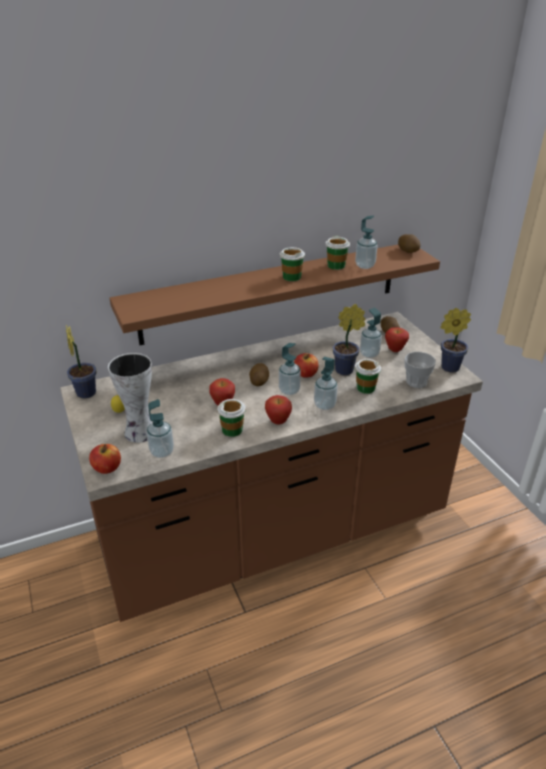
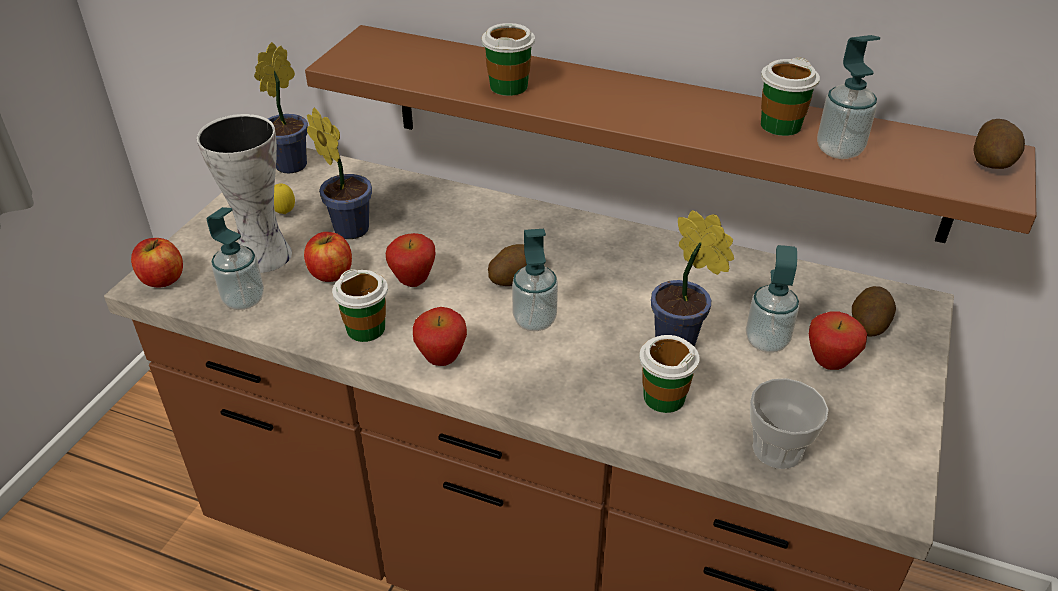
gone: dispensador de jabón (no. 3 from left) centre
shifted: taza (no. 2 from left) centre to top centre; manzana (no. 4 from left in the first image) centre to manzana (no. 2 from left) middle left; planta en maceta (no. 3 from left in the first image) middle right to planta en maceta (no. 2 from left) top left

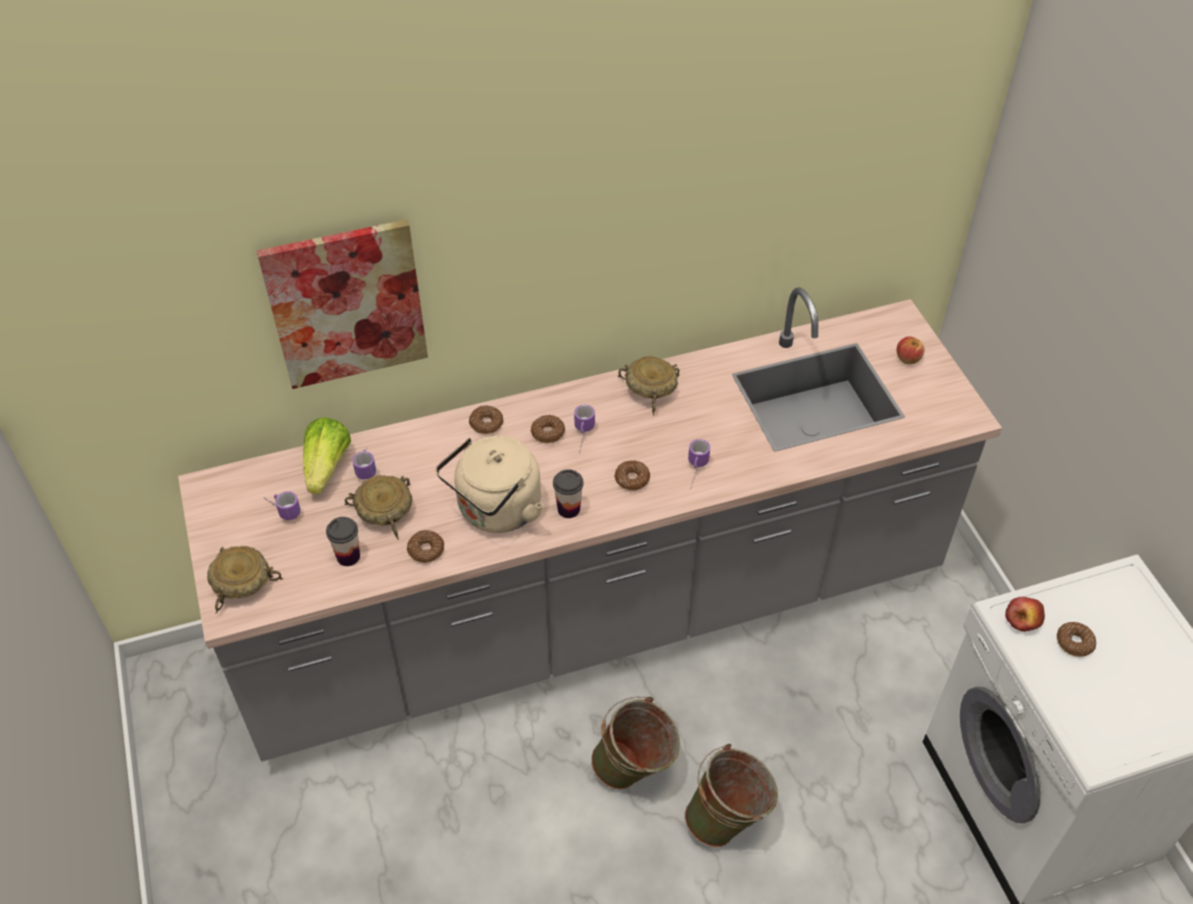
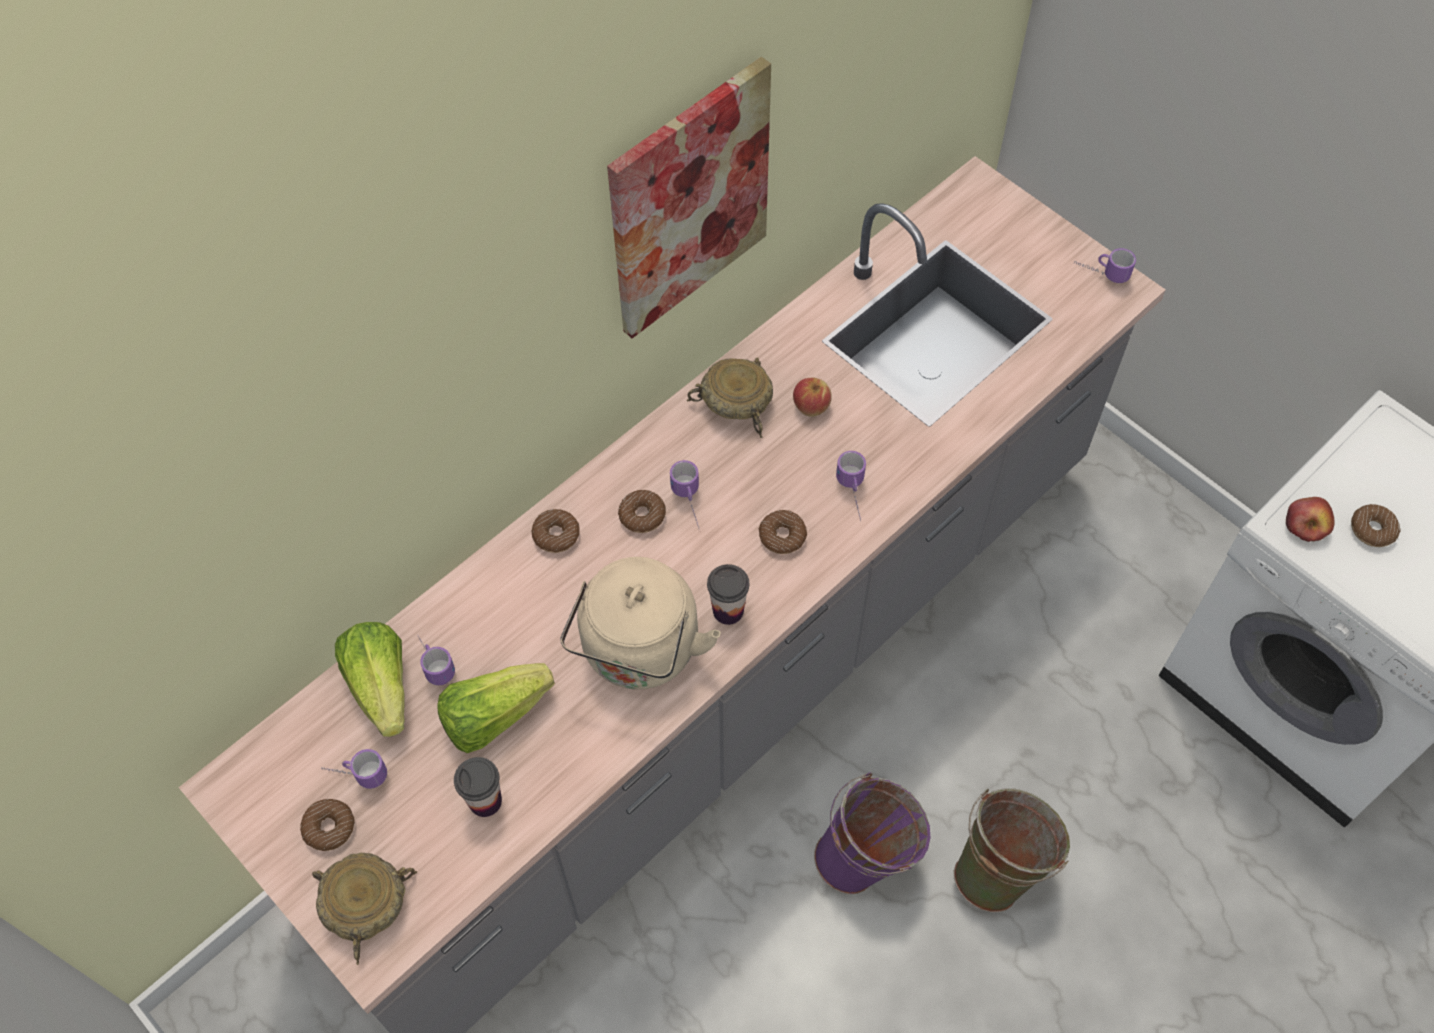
new: taza grande (no. 5 from left) top right
shifted: cuadro middle left to top centre; rosquilla (no. 1 from left) centre to bottom left; manzana (no. 1 from left) middle right to centre
swapped: cuenco (beis) (no. 2 from left) middle left to lechuga (no. 2 from left) bottom centre
repainted: cubo (verde) (no. 1 from left) bottom centre to cubo (morado) bottom centre

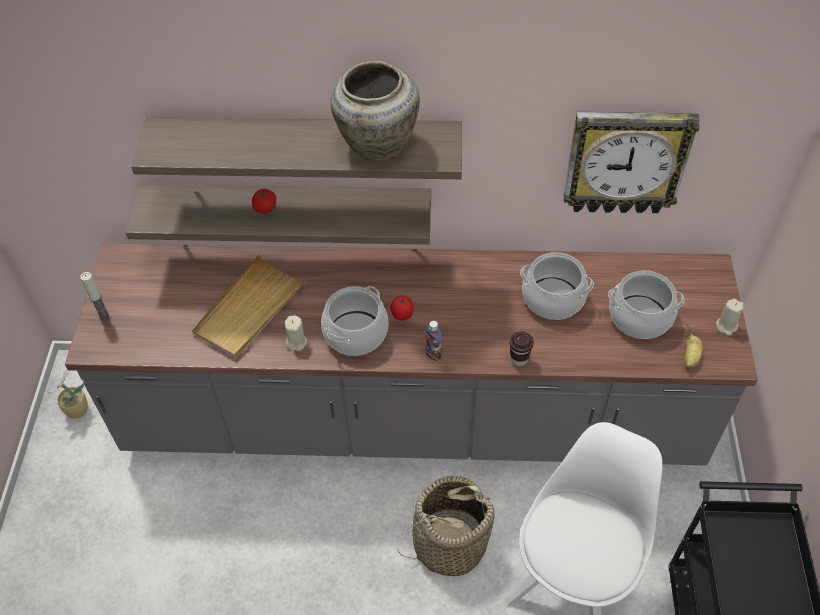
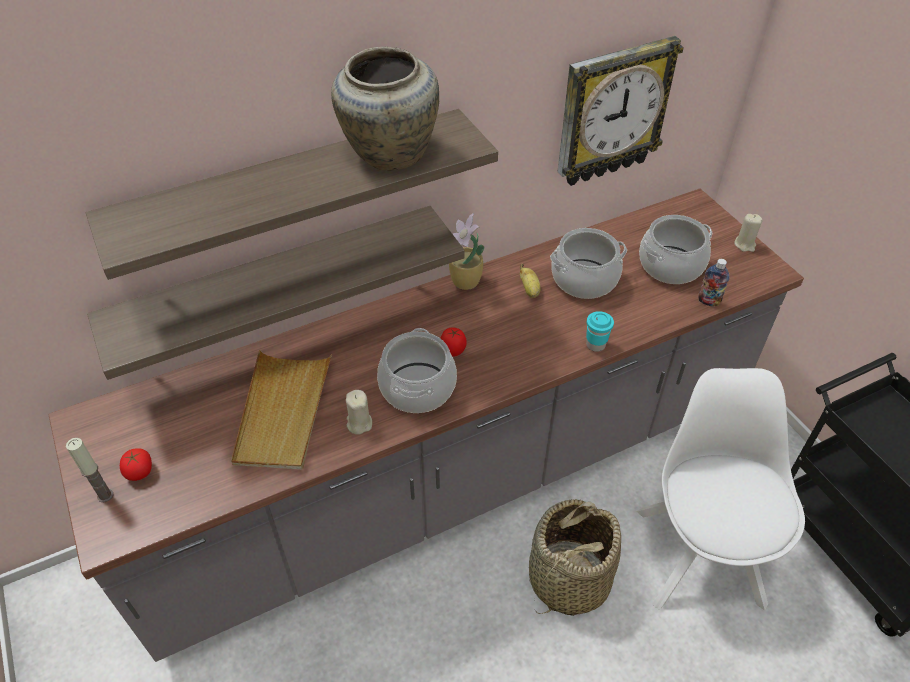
shifted: planta en maceta middle left to centre; tomate (no. 1 from left) top left to bottom left; botella centre to middle right; plátano middle right to centre
repainted: taza (marrón) centre to taza (turquesa) centre

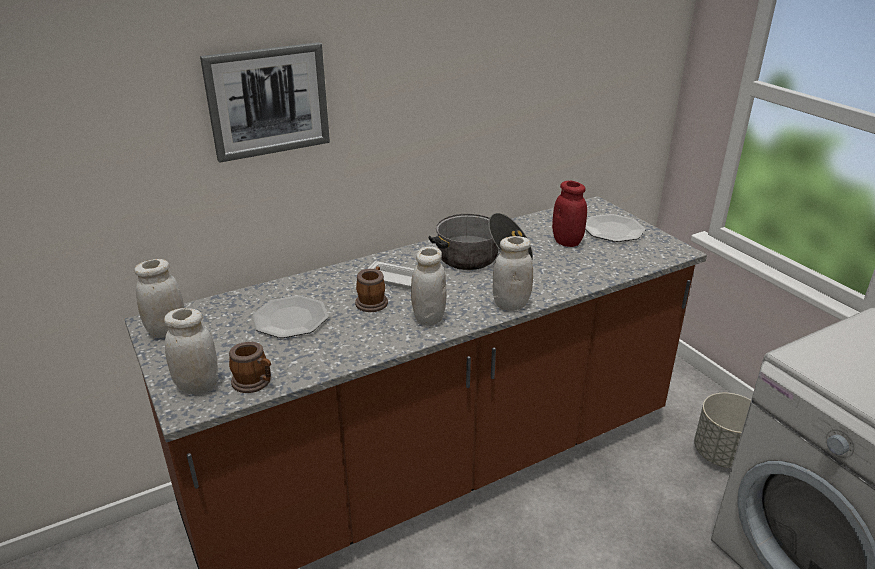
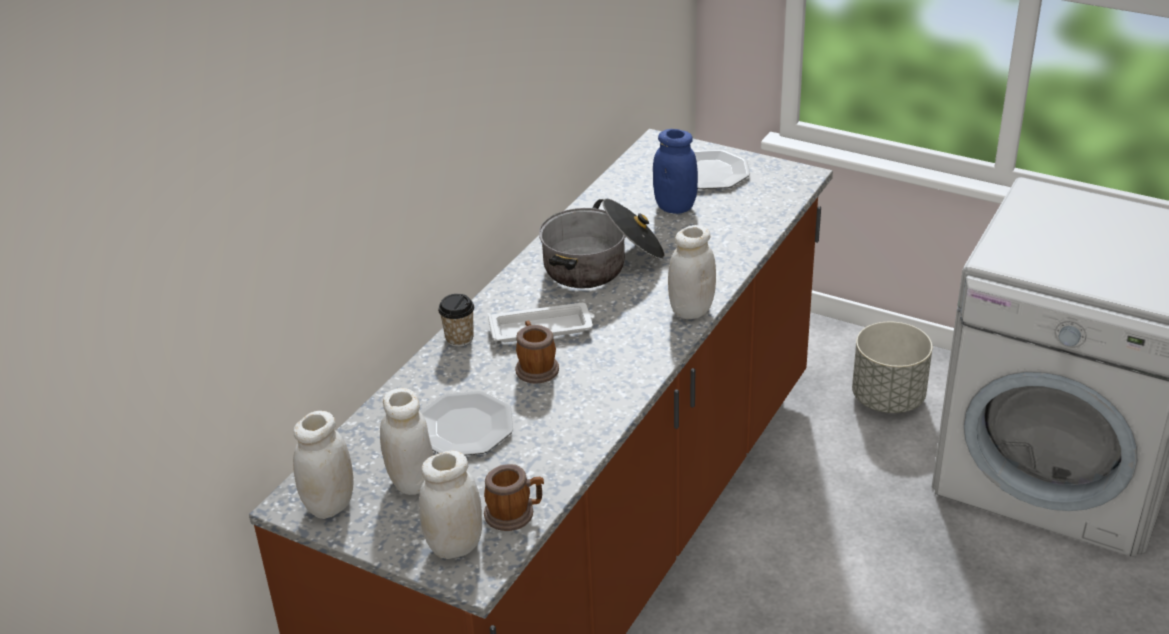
gone: cuadro top left
new: taza centre
shifted: tarro (blanco) (no. 3 from left in the first image) centre to tarro (blanco) (no. 2 from left) bottom centre
repainted: tarro (rojo) centre to tarro (azul) top centre

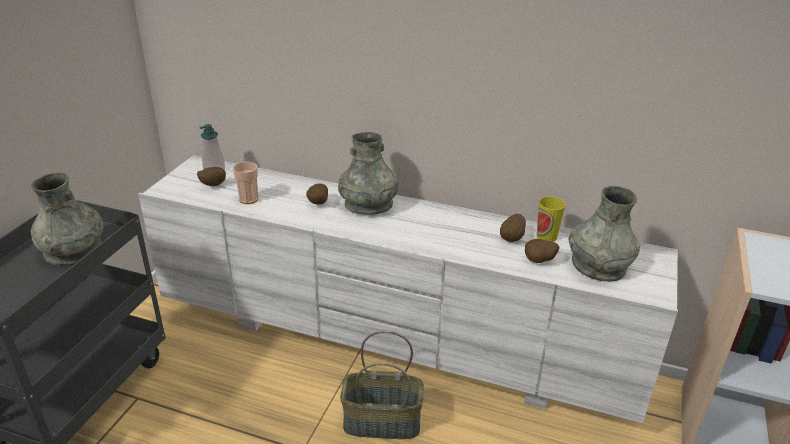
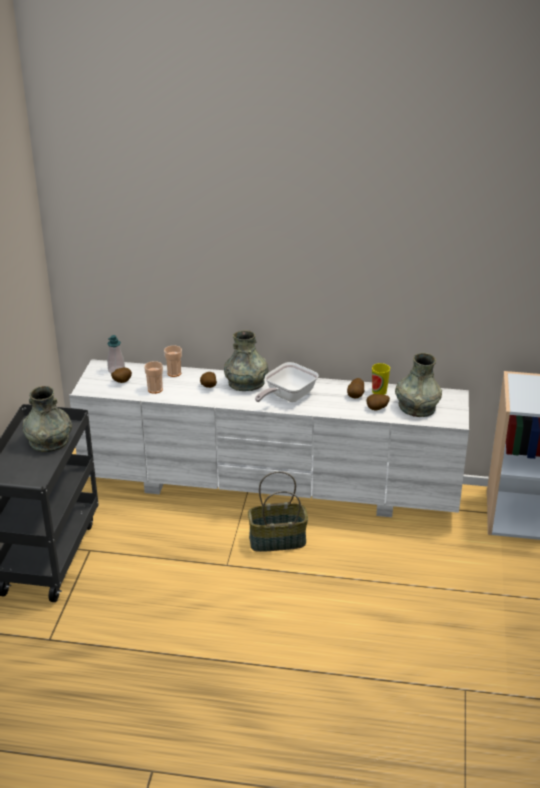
new: taza (no. 2 from left) middle left; sartén centre

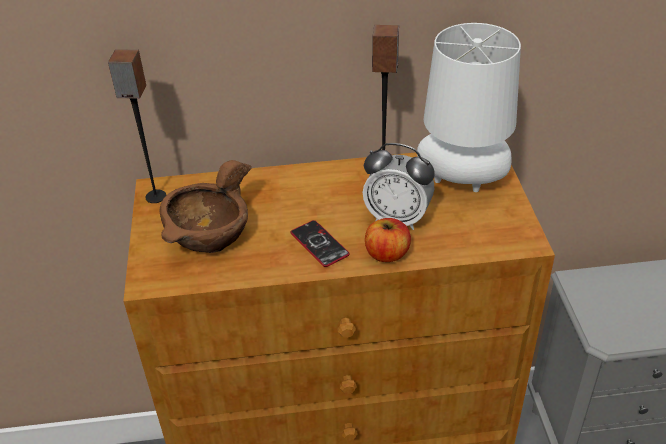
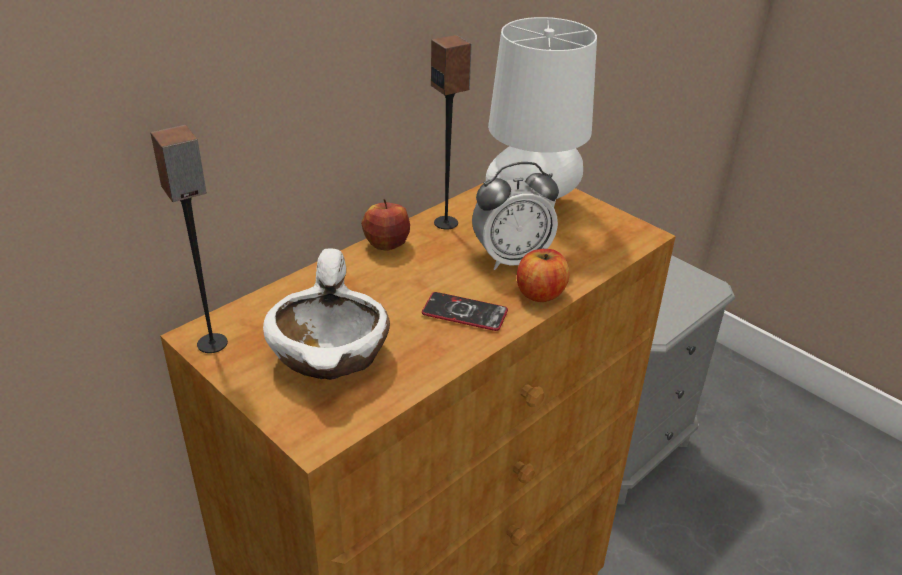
new: manzana (no. 1 from left) centre
repainted: cuenco (marrón) middle left to cuenco (blanco) centre

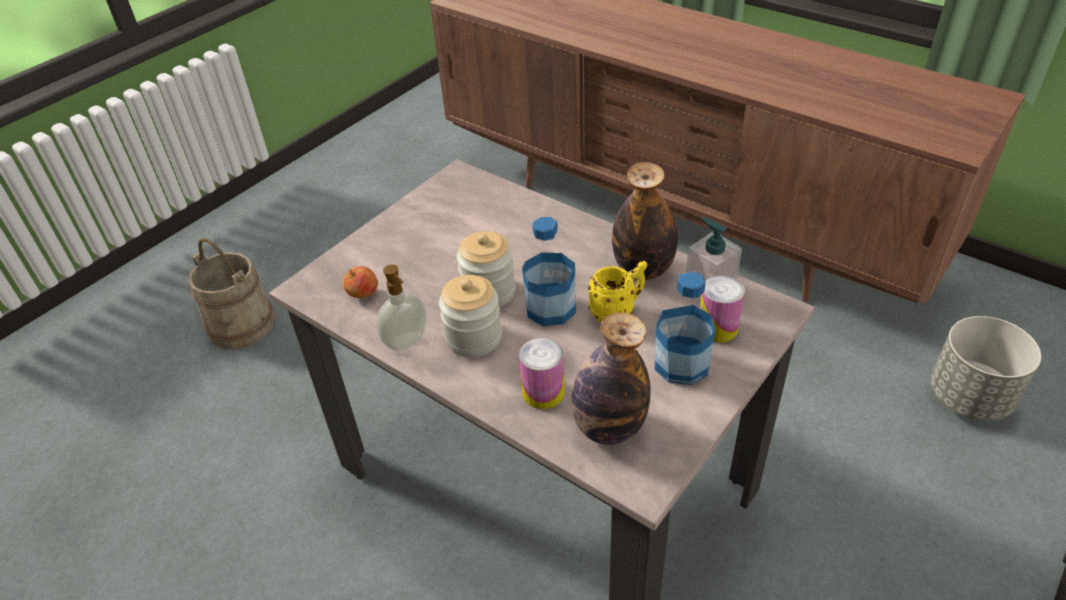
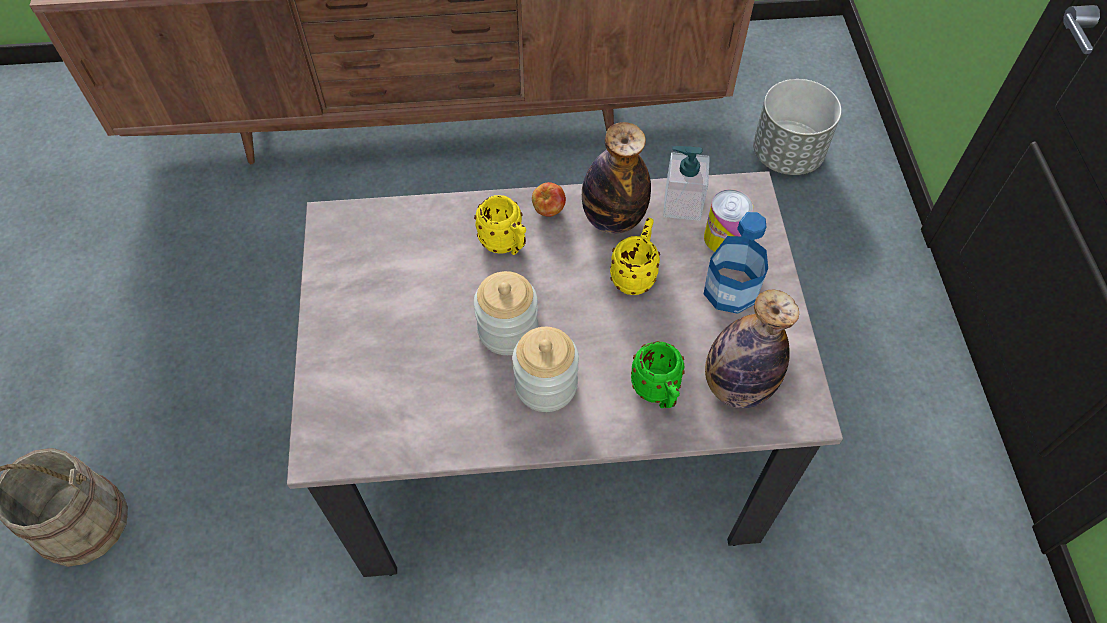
gone: dispensador de jabón (no. 1 from left) centre; botella (no. 1 from left) centre
new: taza grande (amarillo) (no. 1 from left) centre
shifted: manzana centre to top centre
swapped: lata (no. 1 from left) centre to taza grande (verde) centre

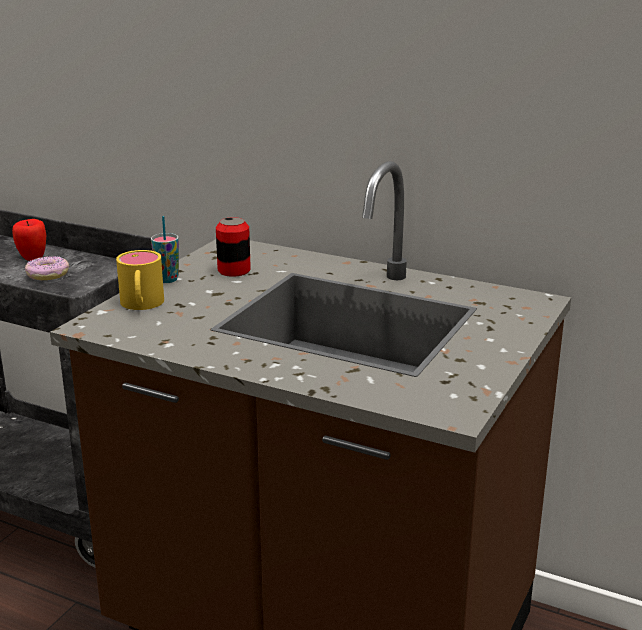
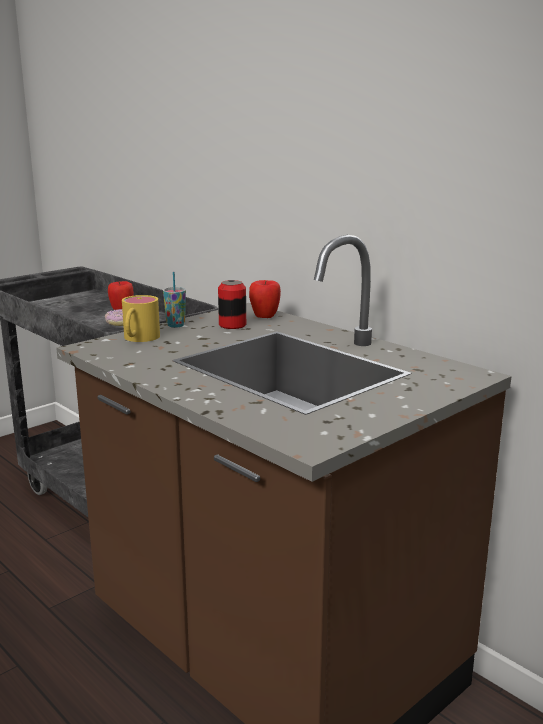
new: manzana (no. 2 from left) centre

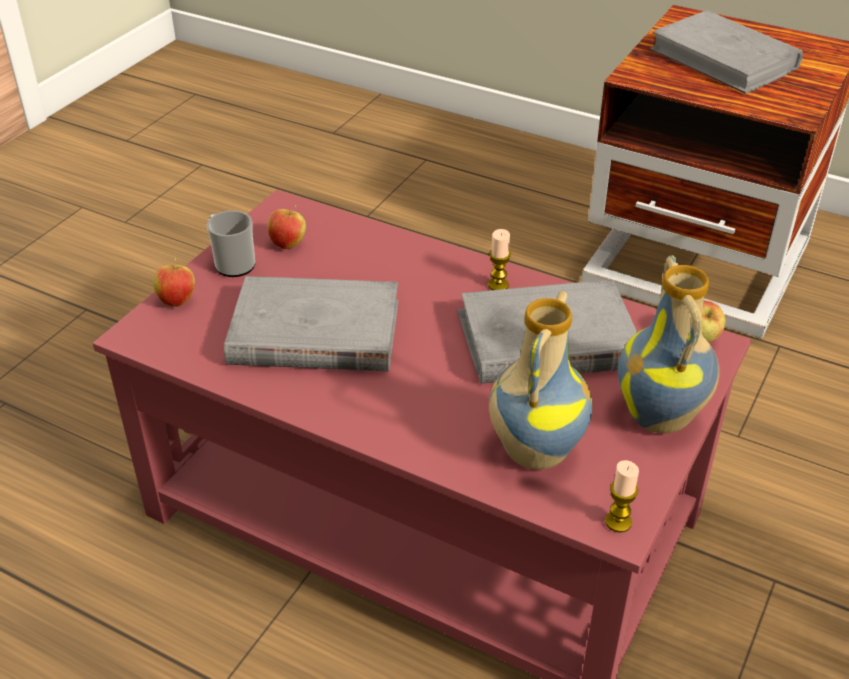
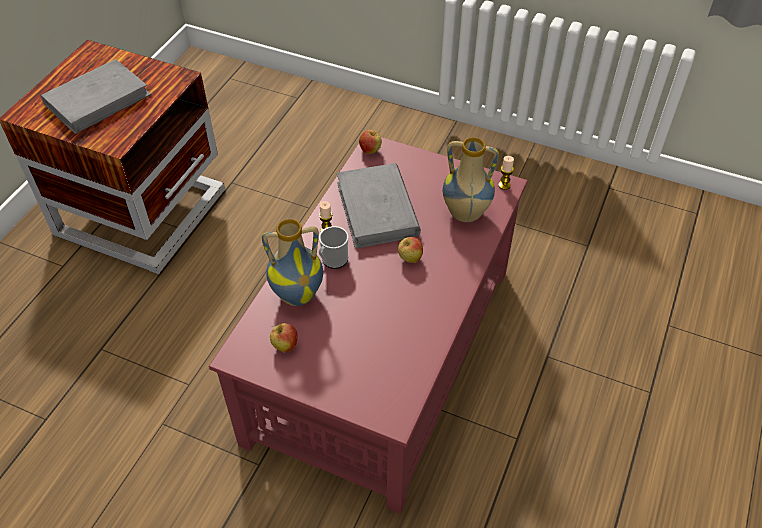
gone: libro (gris) (no. 1 from left) centre
shifted: manzana (no. 1 from left in the first image) middle left to manzana (no. 3 from left) centre; taza grande middle left to centre; florero (no. 2 from left in the first image) middle right to florero (no. 1 from left) centre

